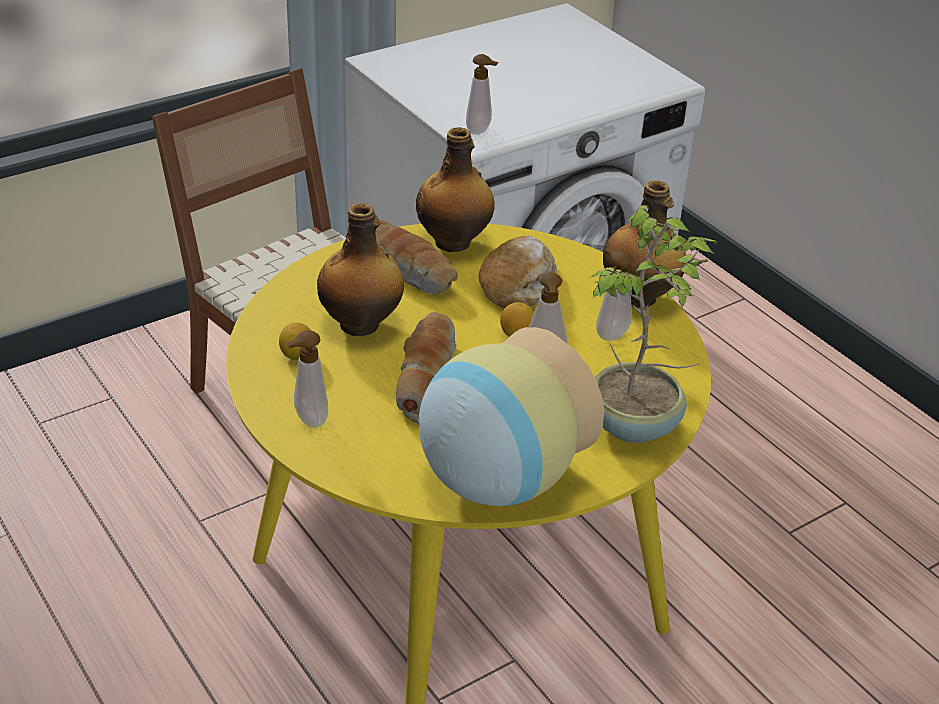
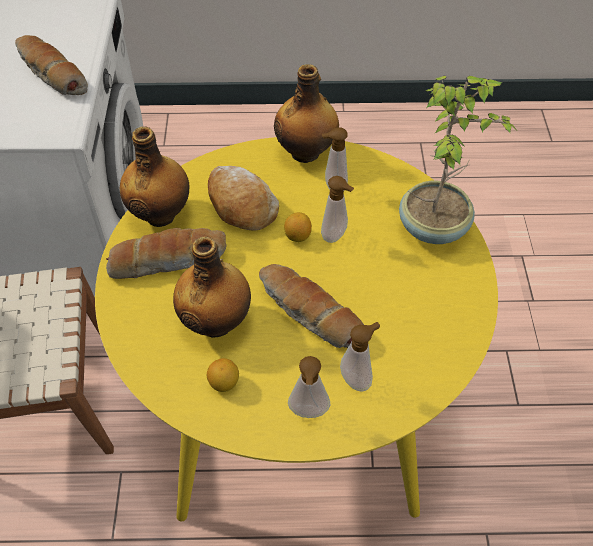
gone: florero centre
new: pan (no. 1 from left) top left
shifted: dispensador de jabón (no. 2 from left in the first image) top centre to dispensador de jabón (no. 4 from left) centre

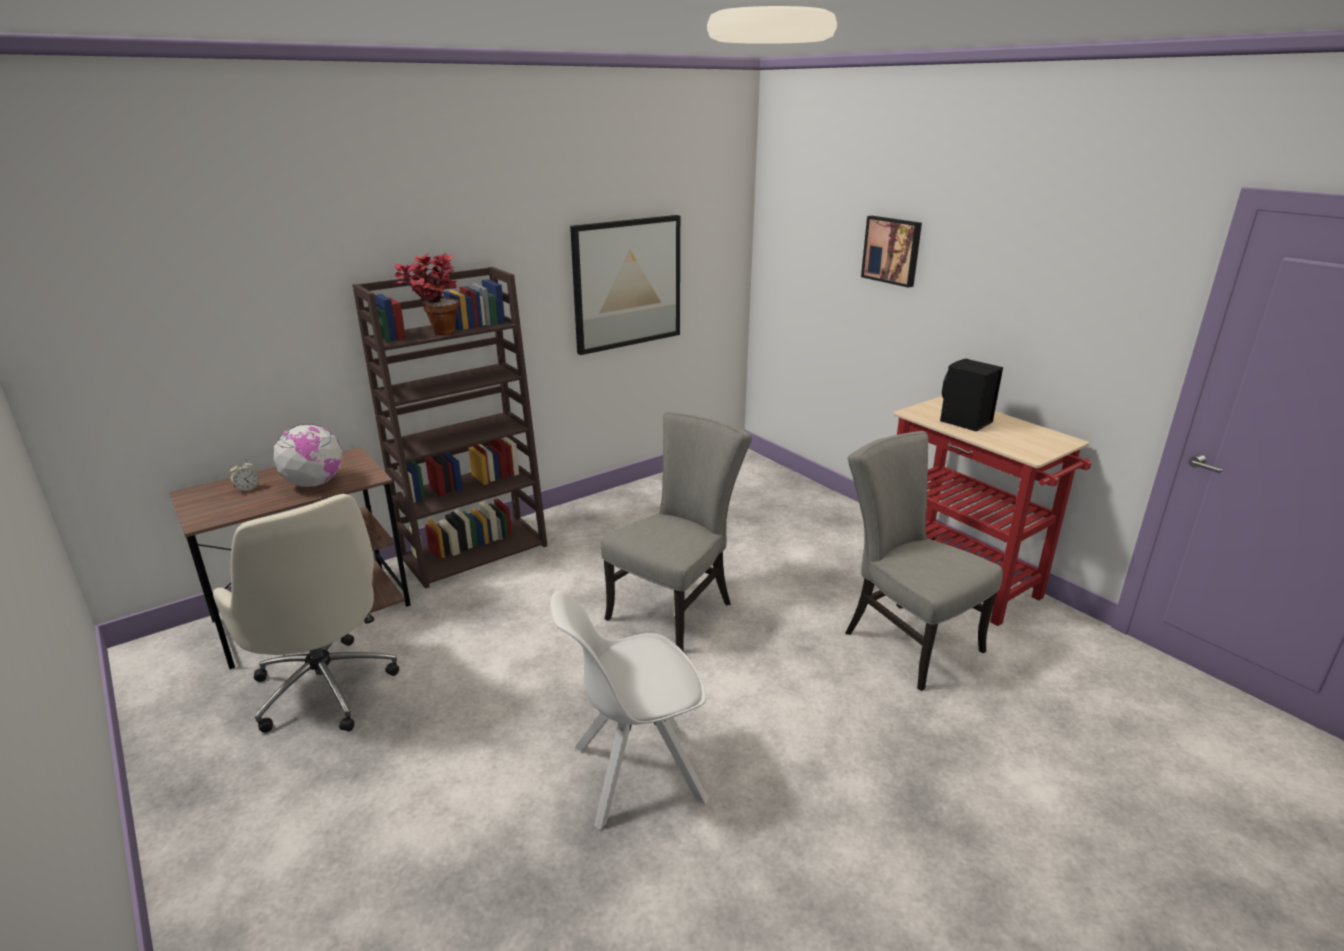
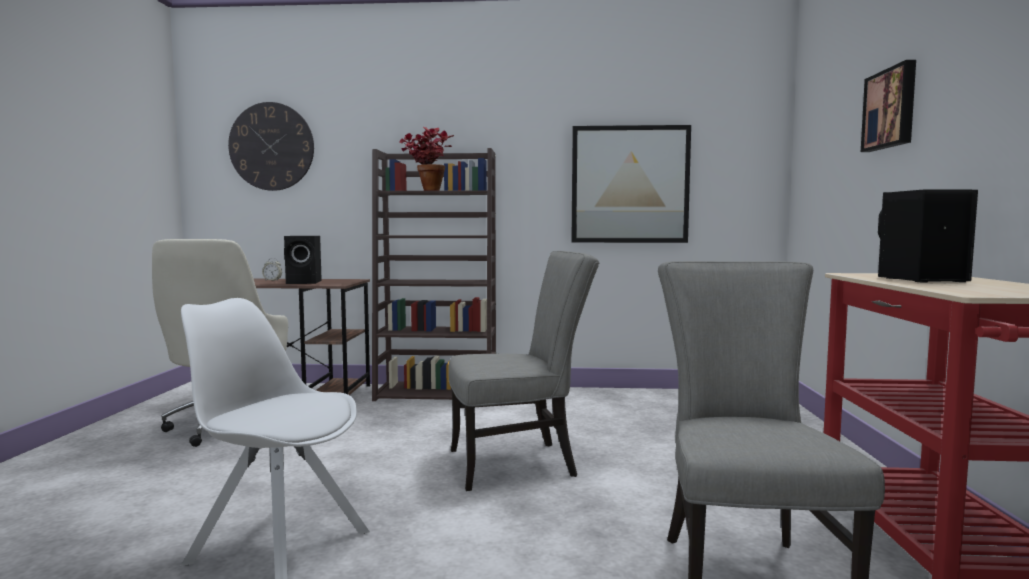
new: reloj de pared top left
swapped: globo terráqueo middle left to altavoz (negro) (no. 1 from left) middle left

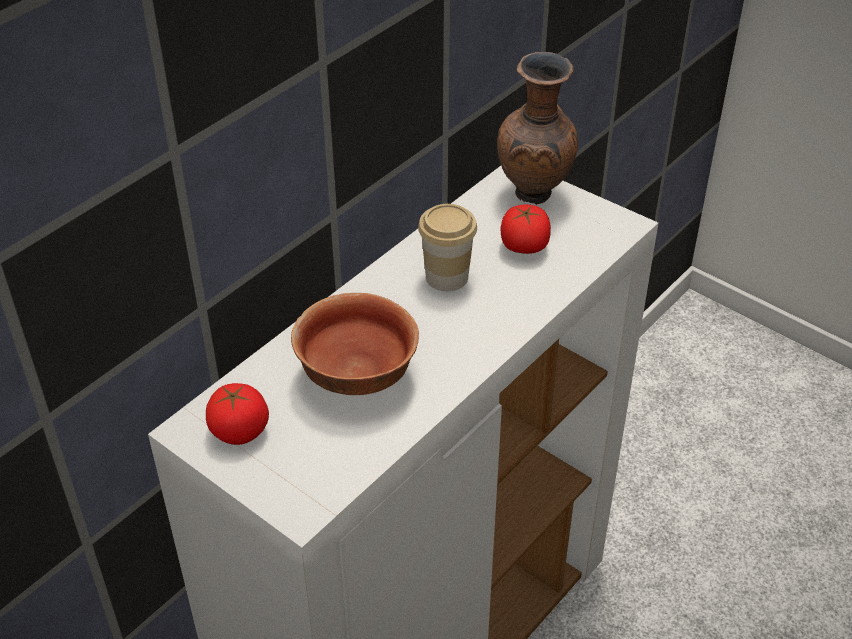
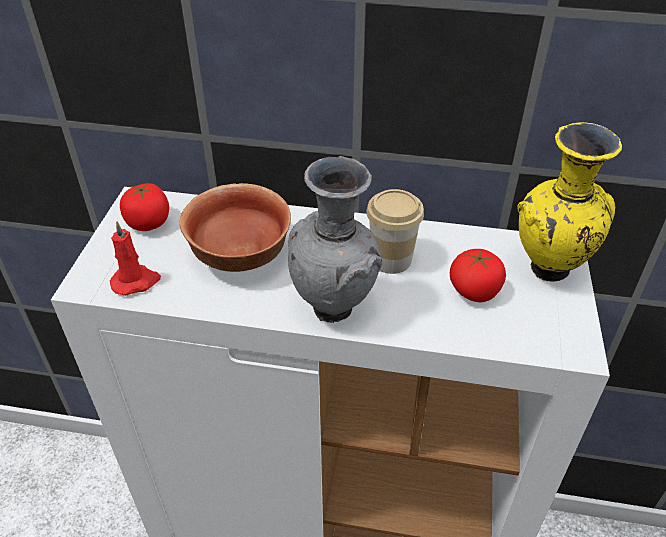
new: vela (rojo) middle left; florero (gris) centre
repainted: florero (marrón) top centre to florero (amarillo) middle right

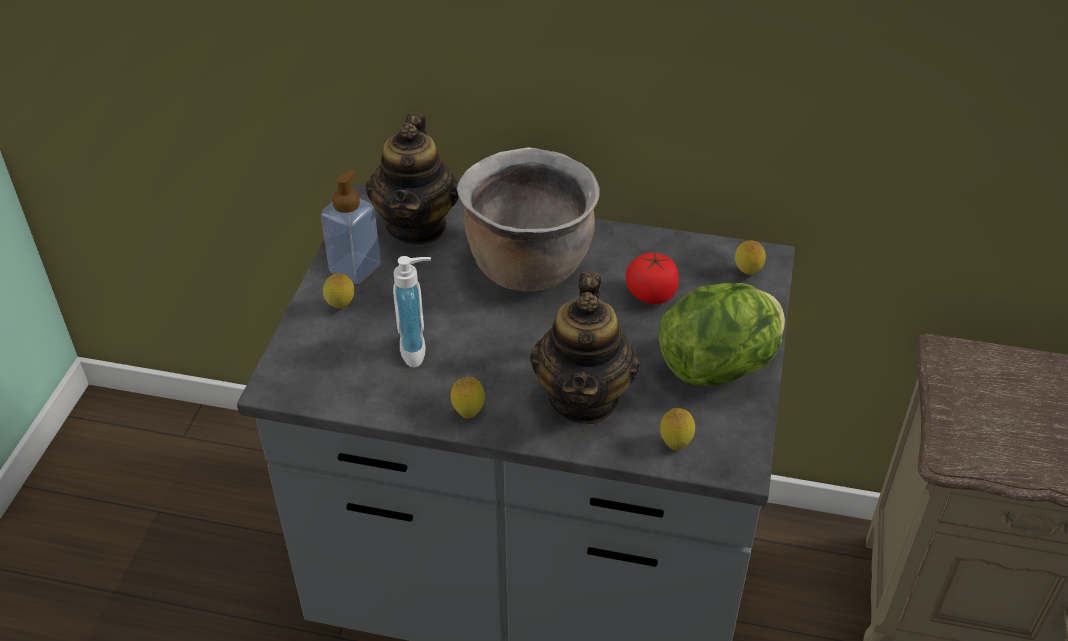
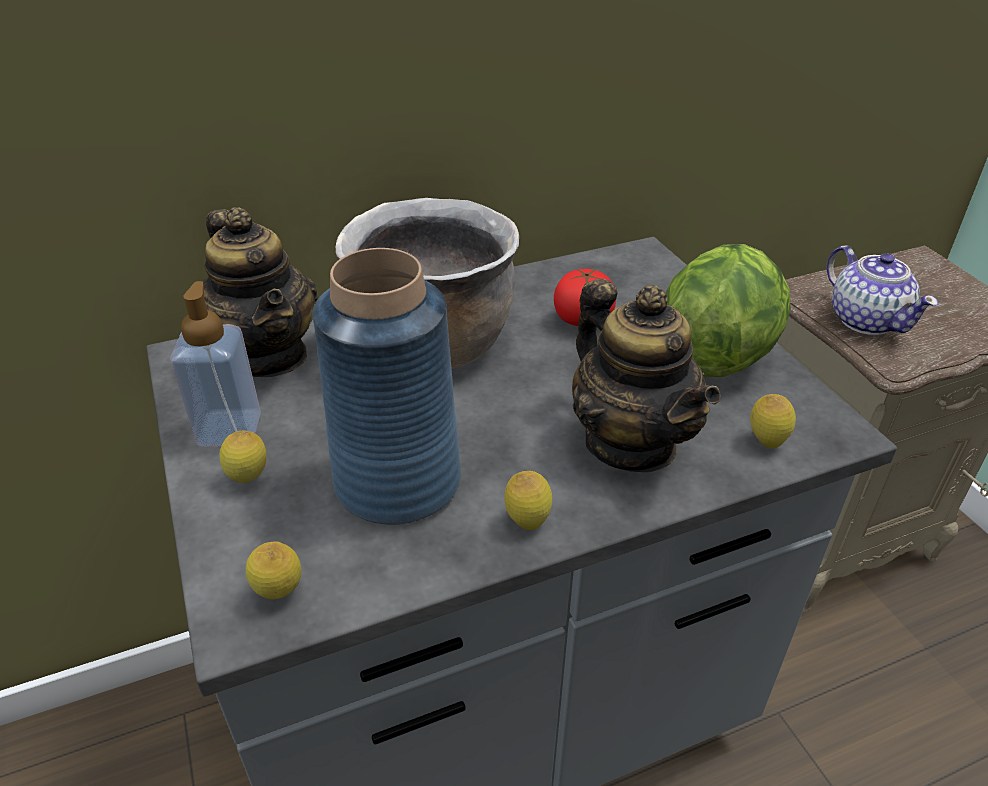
new: tetera (no. 3 from left) middle right
shifted: limón (no. 4 from left in the first image) middle right to limón (no. 2 from left) bottom left
swapped: dispensador de jabón (no. 2 from left) centre to florero (azul) centre

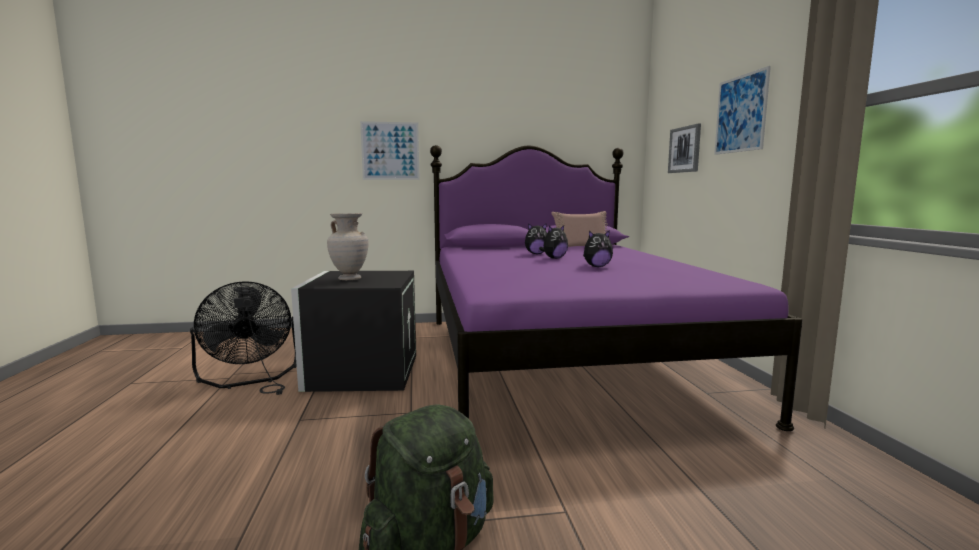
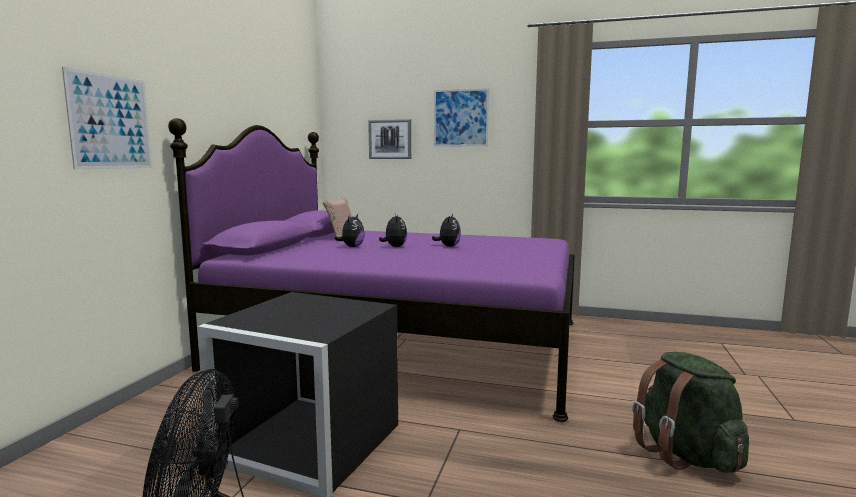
gone: florero (beis) centre

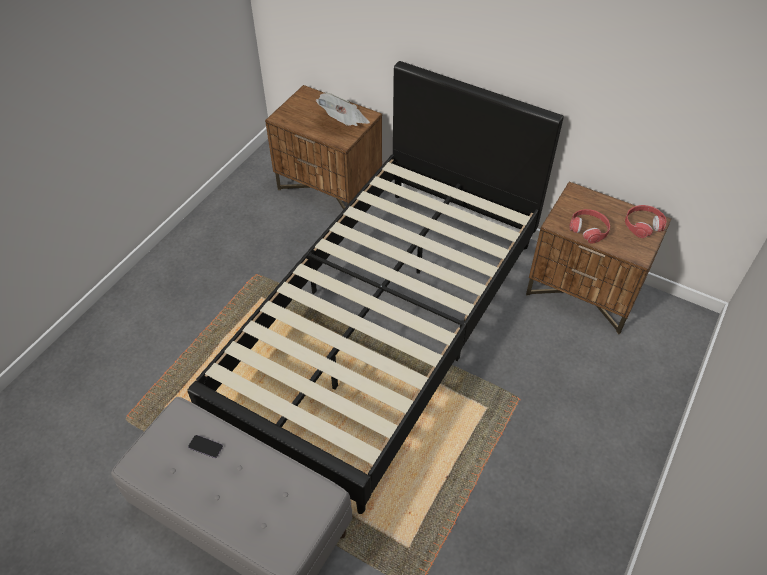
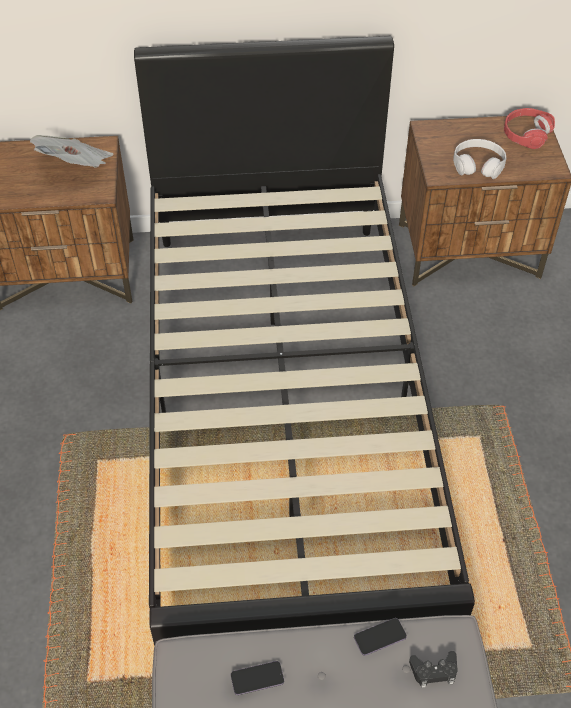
new: móvil (no. 2 from left) bottom centre; mando de consola (negro) bottom right
repainted: auriculares (rojo) (no. 1 from left) middle right to auriculares (blanco) top right

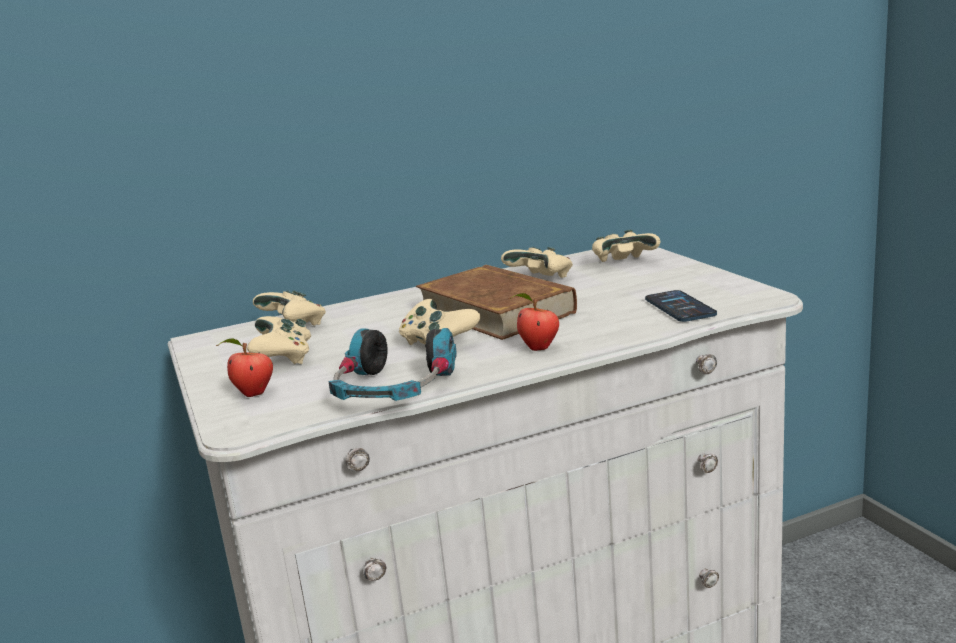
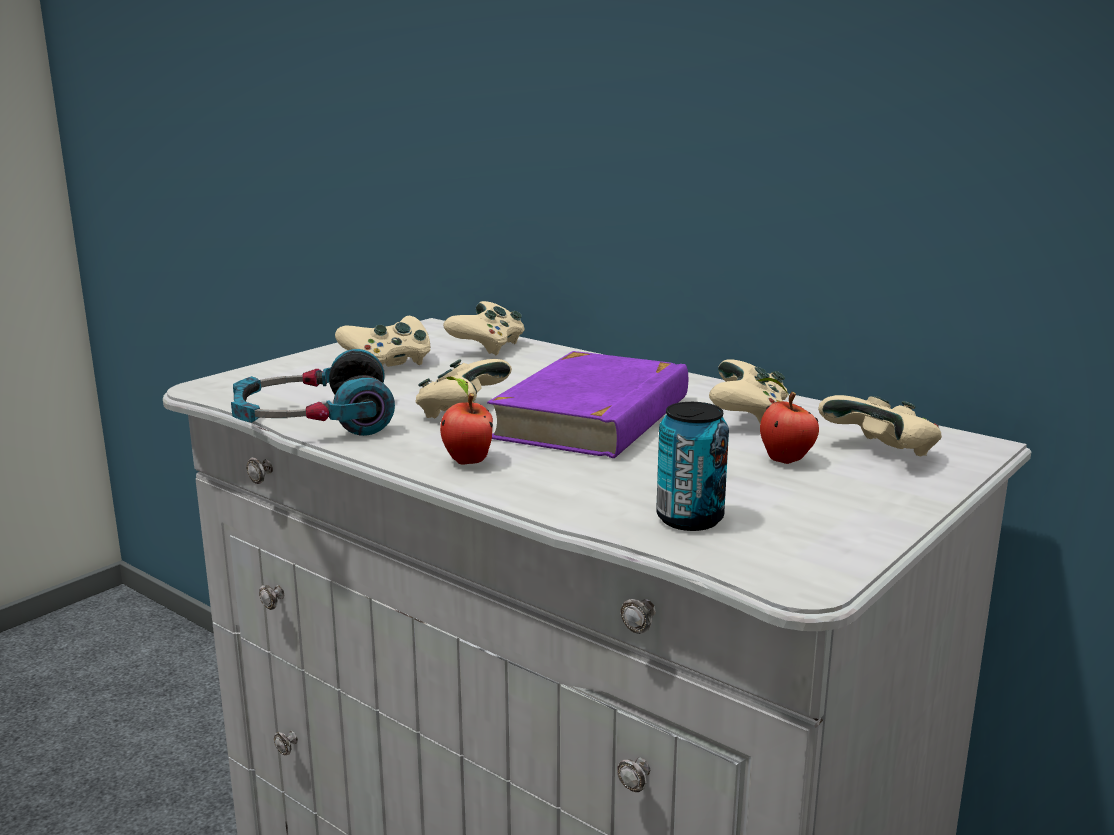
shifted: manzana (no. 1 from left in the first image) middle left to manzana (no. 2 from left) middle right
swapped: móvil middle right to lata centre
repainted: libro (marrón) centre to libro (morado) centre

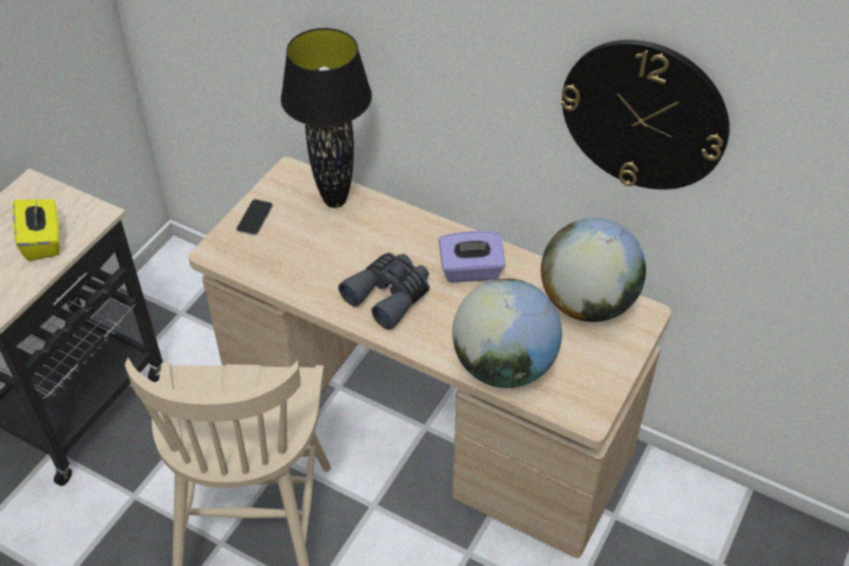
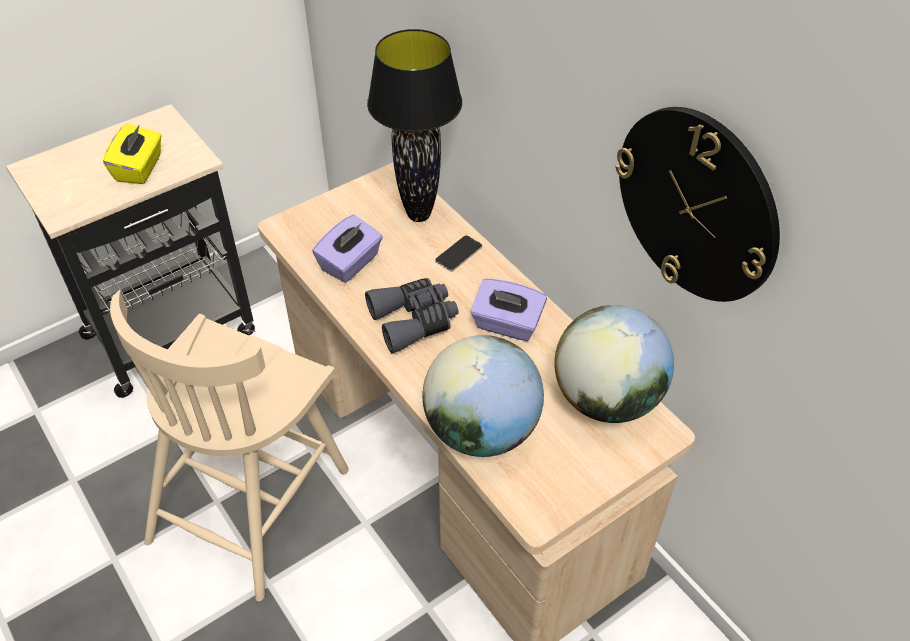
new: caja de pañuelos (morado) (no. 1 from left) centre
shifted: móvil middle left to centre

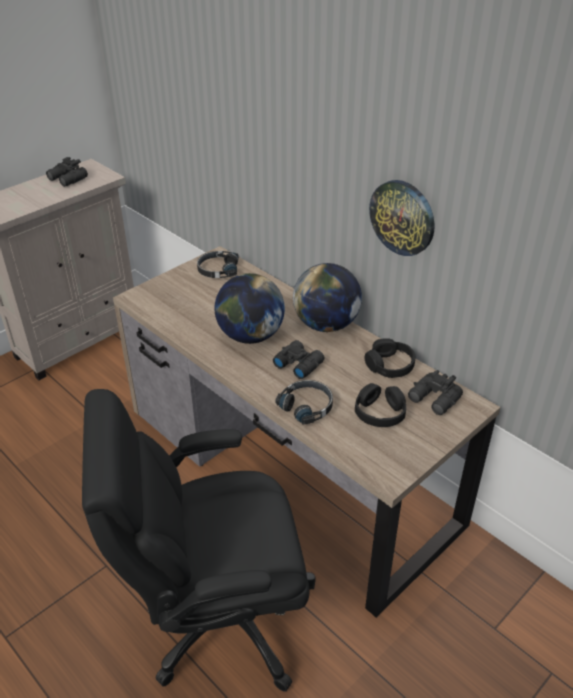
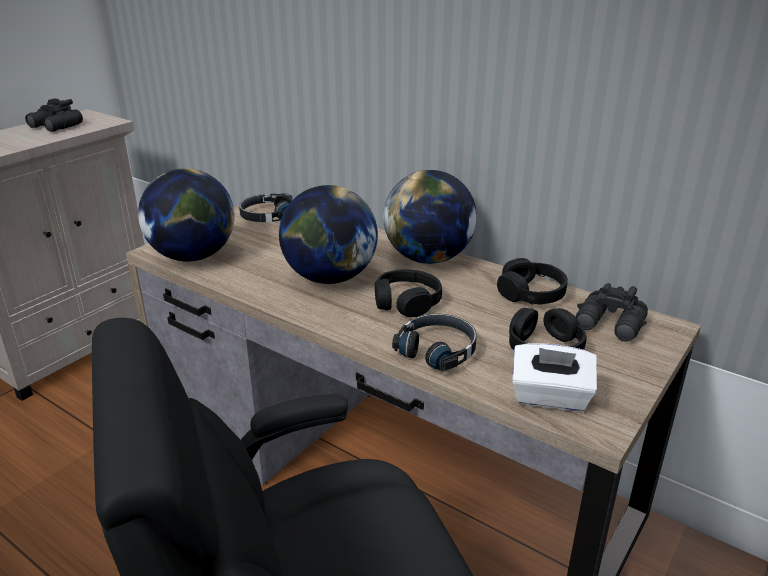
gone: reloj de pared top right
new: globo terráqueo (no. 1 from left) middle left; caja de pañuelos (blanco) middle right
swapped: prismáticos (negro) (no. 2 from left) centre to auriculares (negro) (no. 2 from left) centre

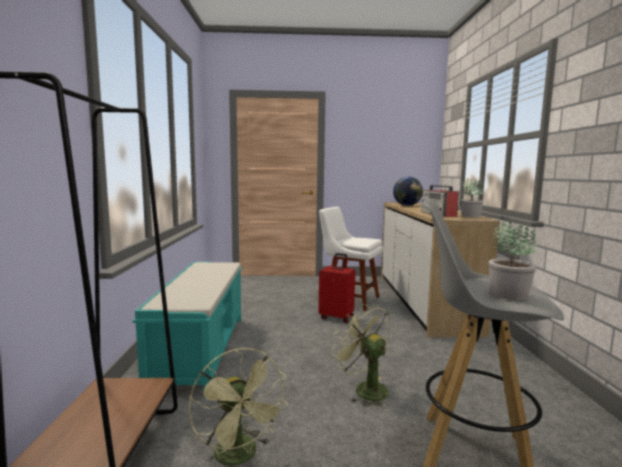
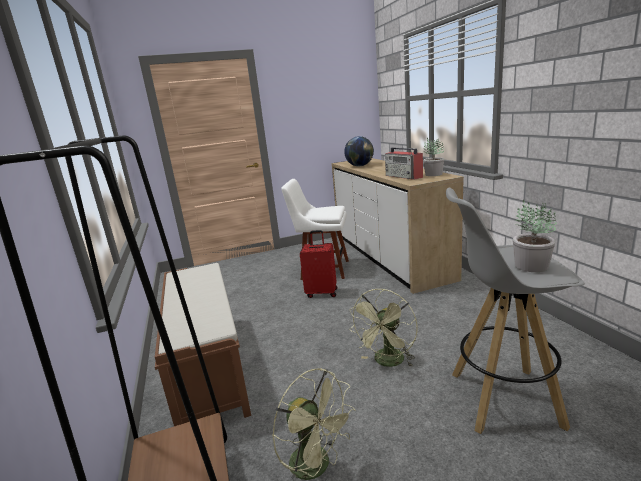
repainted: banco (turquesa) bottom left to banco (marrón) bottom left
rotated: ventilador (verde) (no. 2 from left) bottom centre = bottom centre 90 degrees counterclockwise

